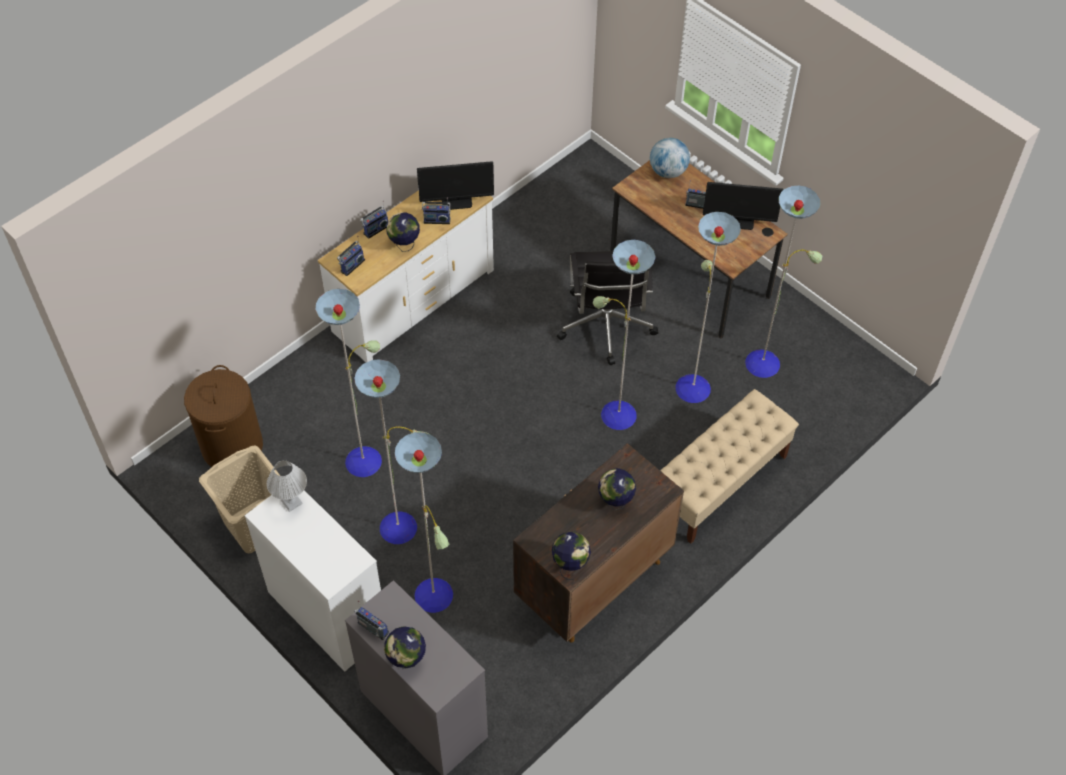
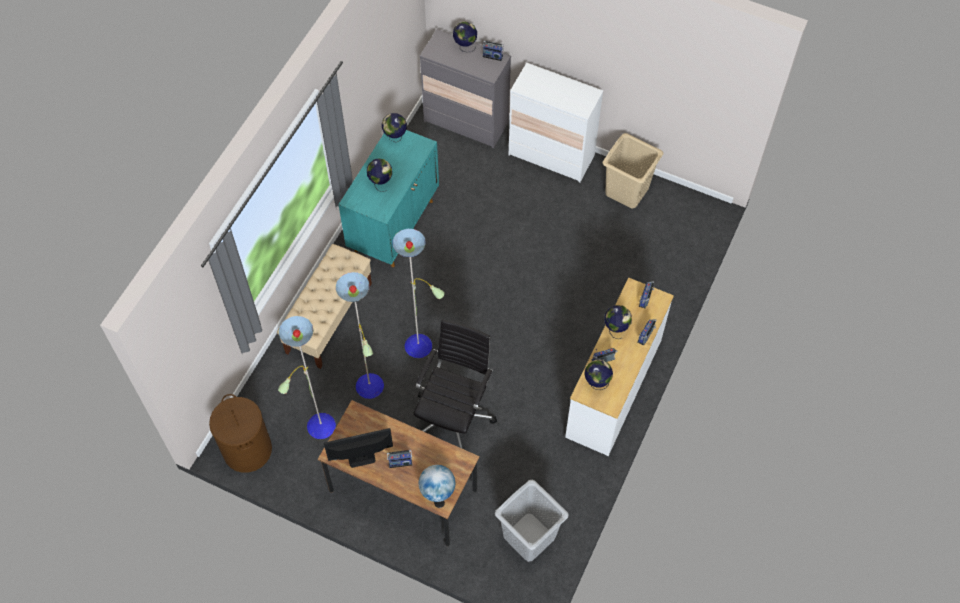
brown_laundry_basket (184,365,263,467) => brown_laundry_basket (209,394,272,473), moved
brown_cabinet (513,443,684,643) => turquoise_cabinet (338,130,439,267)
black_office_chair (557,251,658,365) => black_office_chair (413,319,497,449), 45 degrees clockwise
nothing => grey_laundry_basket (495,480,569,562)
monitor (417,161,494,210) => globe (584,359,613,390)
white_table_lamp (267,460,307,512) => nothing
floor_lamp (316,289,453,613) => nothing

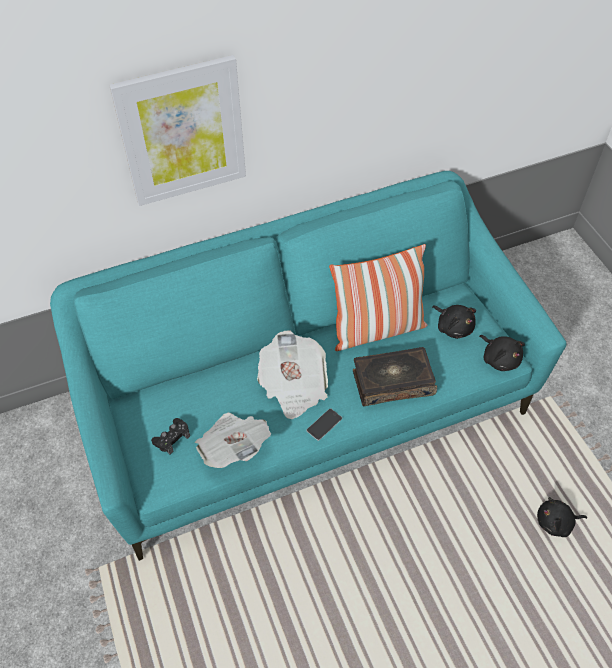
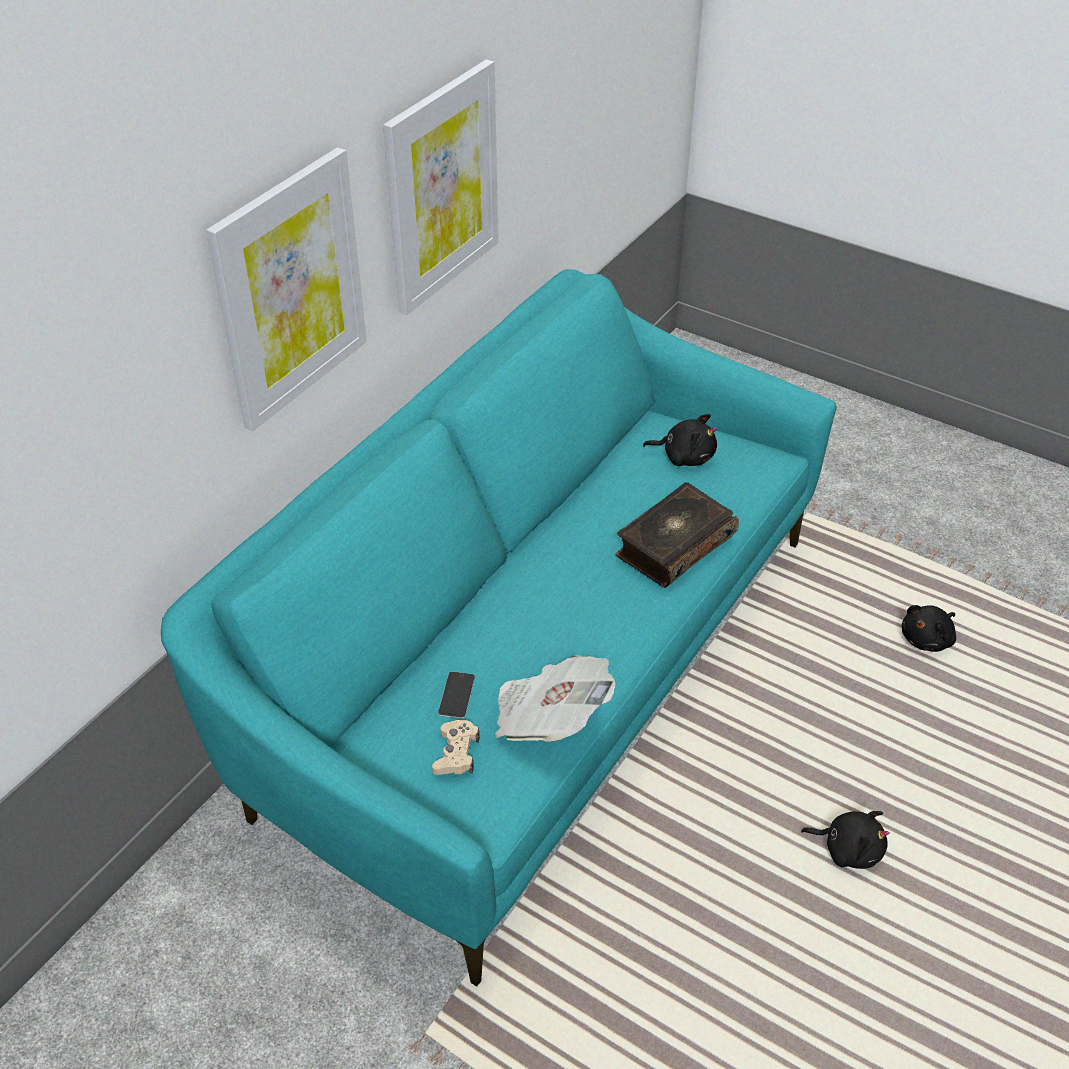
nothing => picture (383,59,498,315)
black_game_controller (151,418,190,454) => beige_game_controller (432,720,479,775)
phone (306,408,342,441) => phone (438,671,475,719), moved
black_plush_toy (479,335,525,371) => black_plush_toy (801,811,890,869), moved
newspaper (257,330,328,419) => nothing
pillow (329,244,427,351) => nothing

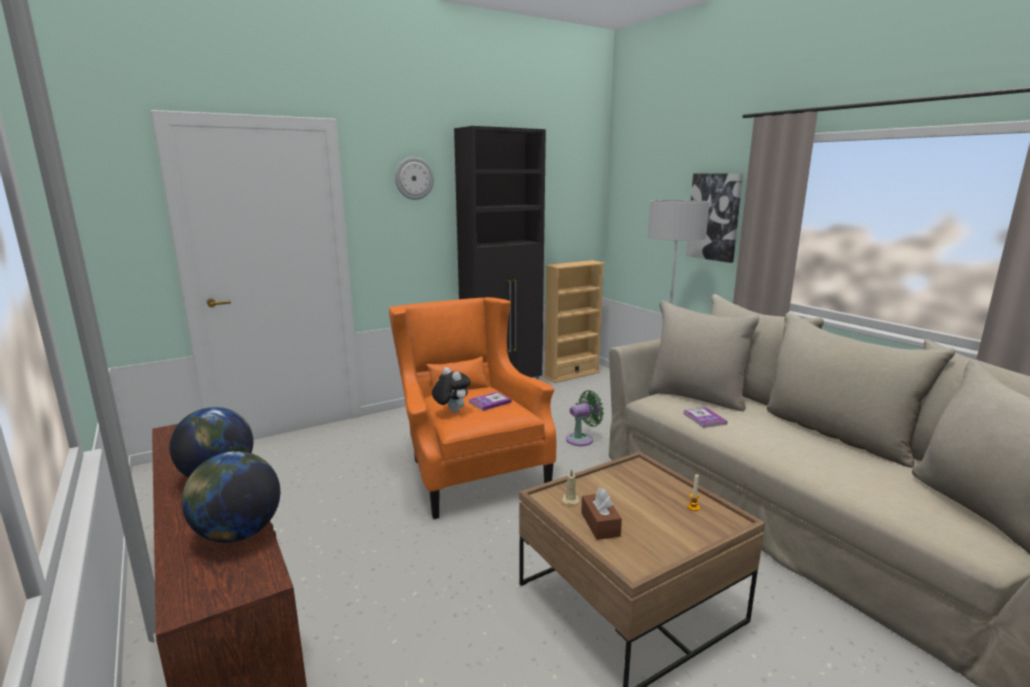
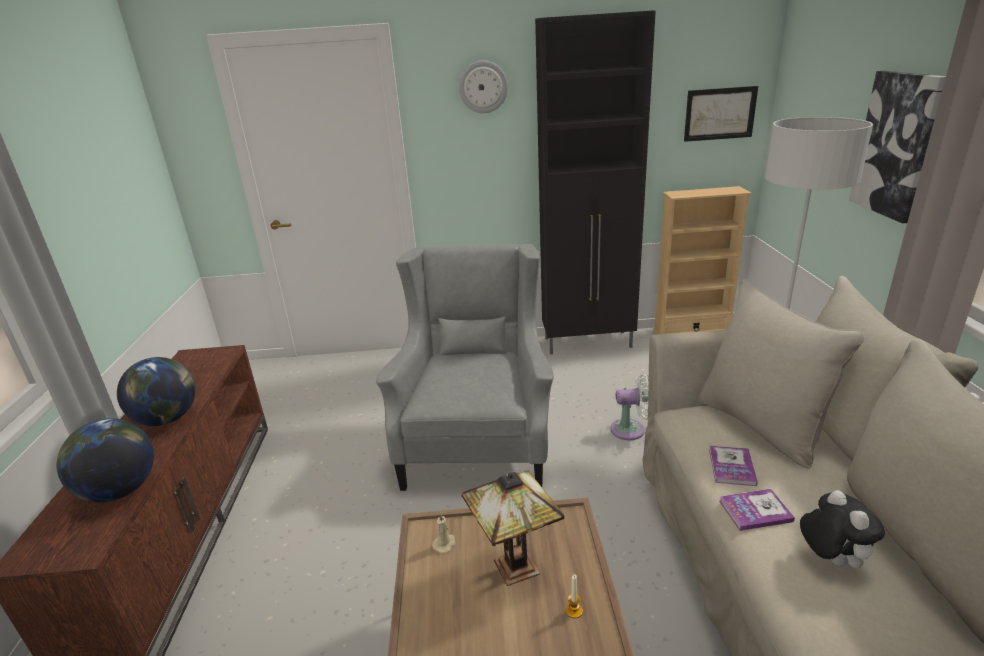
orange_armchair (389,297,556,519) => grey_armchair (376,244,554,491)
nothing => table_lamp (462,470,564,586)
green_fan (566,390,604,446) => white_fan (611,373,649,440)
nothing => picture (684,86,758,142)
book (469,392,512,411) => book (719,489,795,531), moved
plush_toy (432,367,471,412) => plush_toy (800,490,885,568), moved
brown_tissue_box (581,487,622,540) => nothing

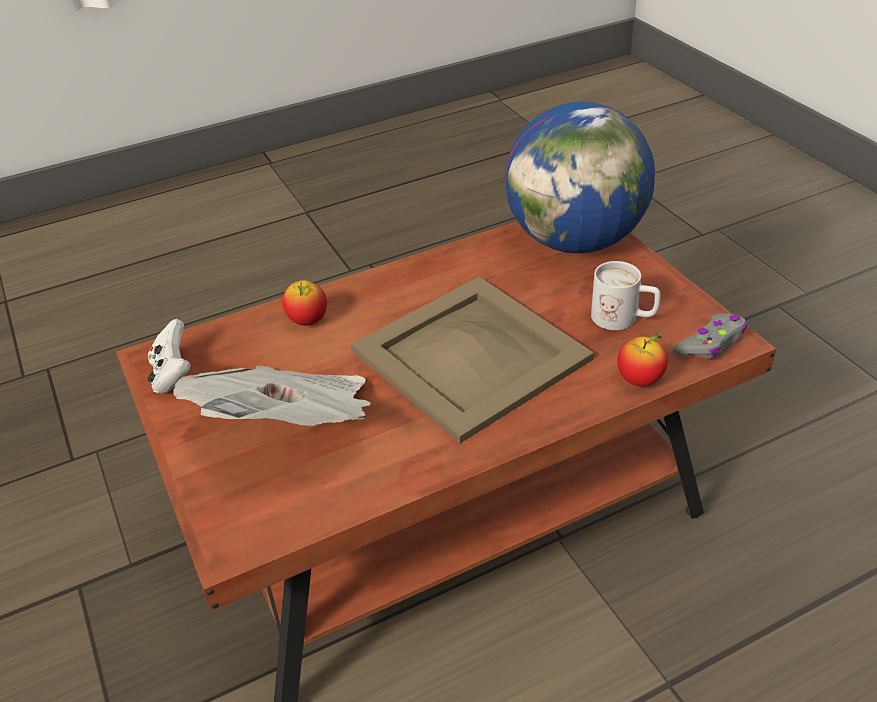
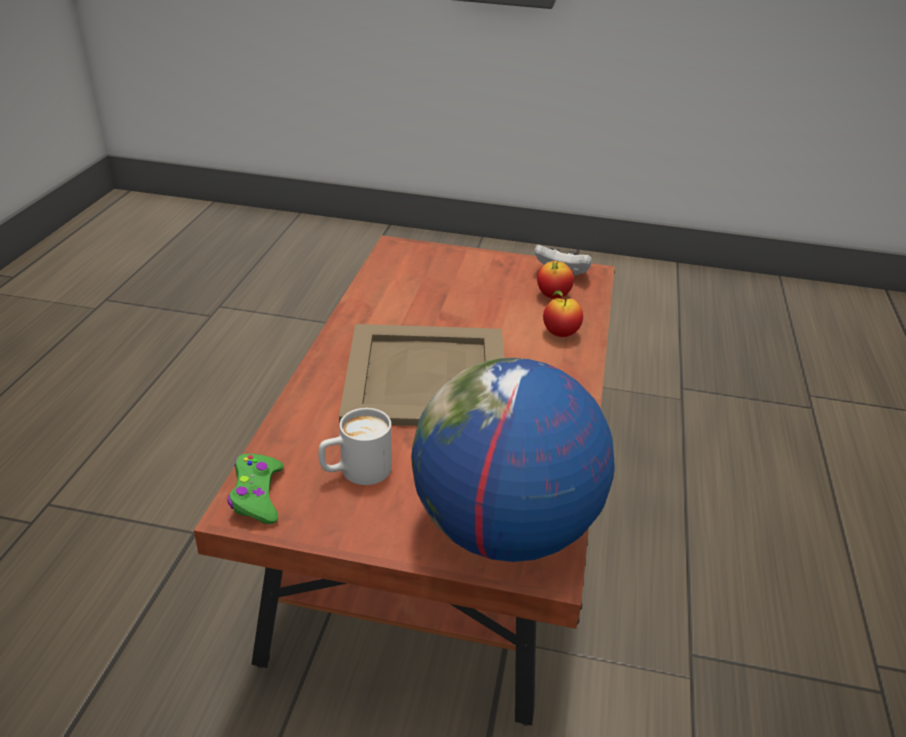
grey_game_controller (673,313,747,358) => green_game_controller (228,454,284,524)
apple (617,333,668,387) => apple (537,261,574,299), moved
newspaper (173,366,371,426) => nothing

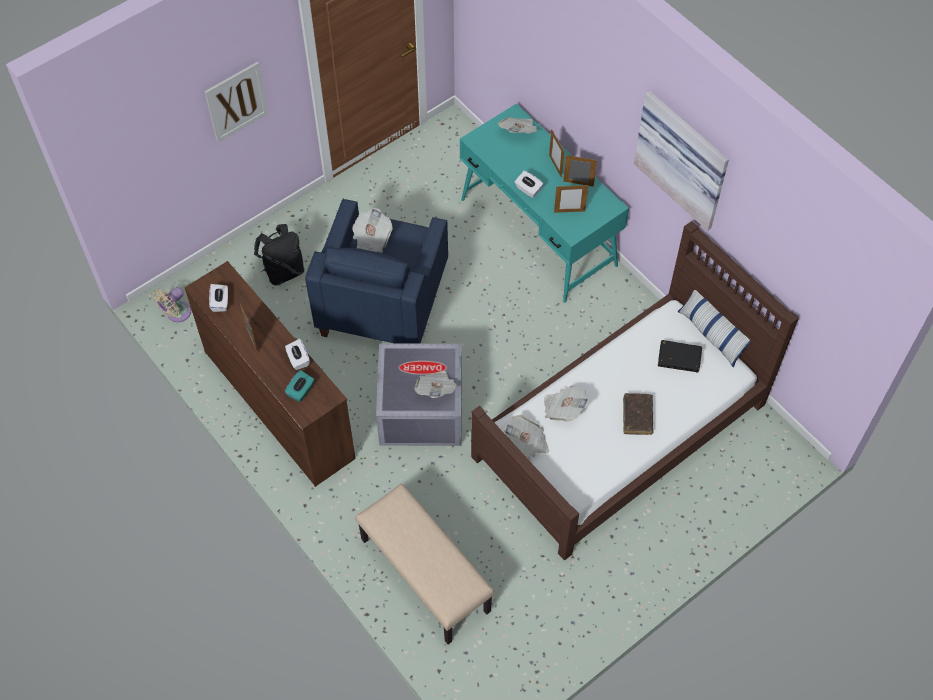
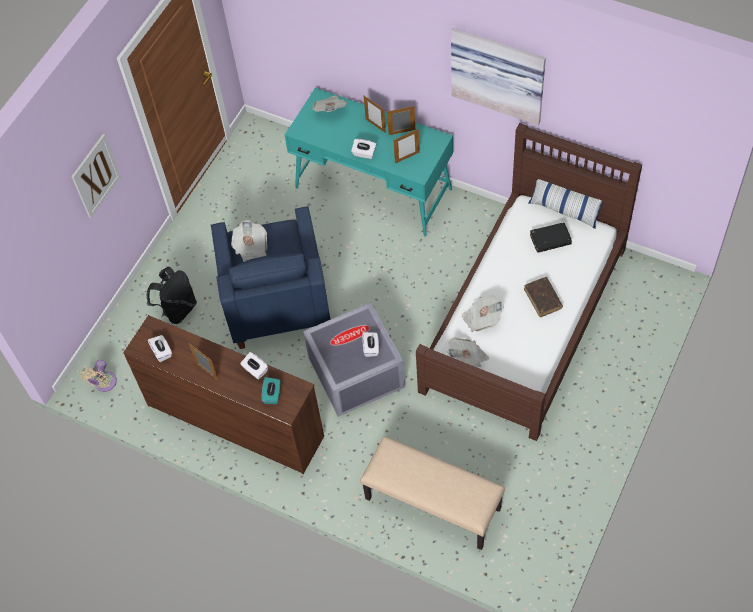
newspaper (414,371,458,398) => white_tissue_box (362,332,379,357)

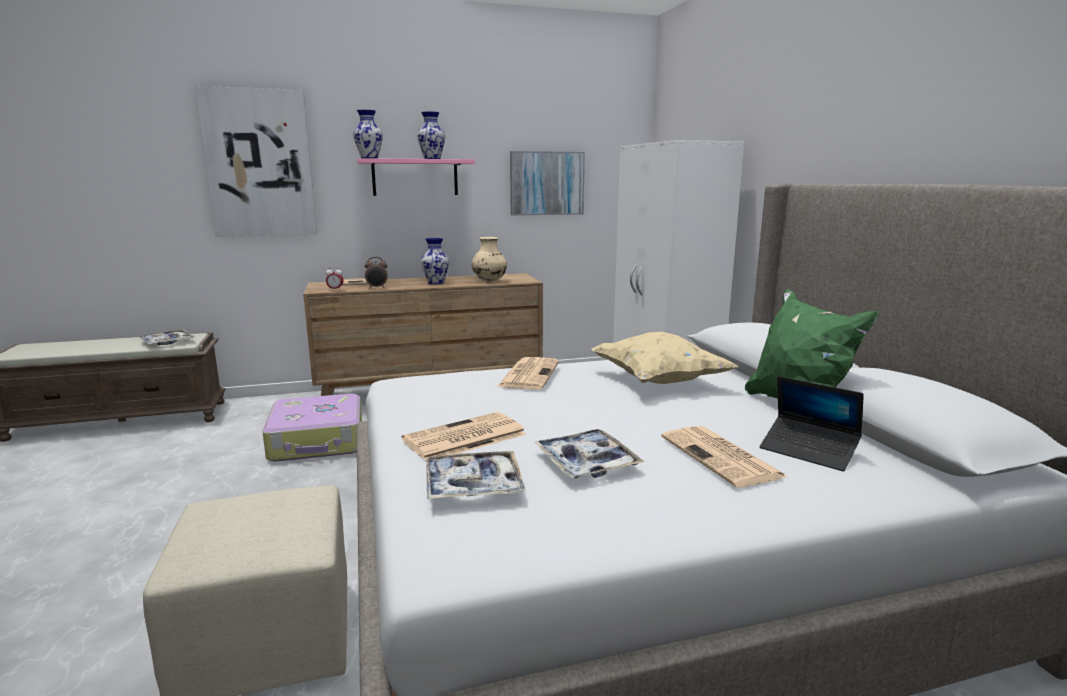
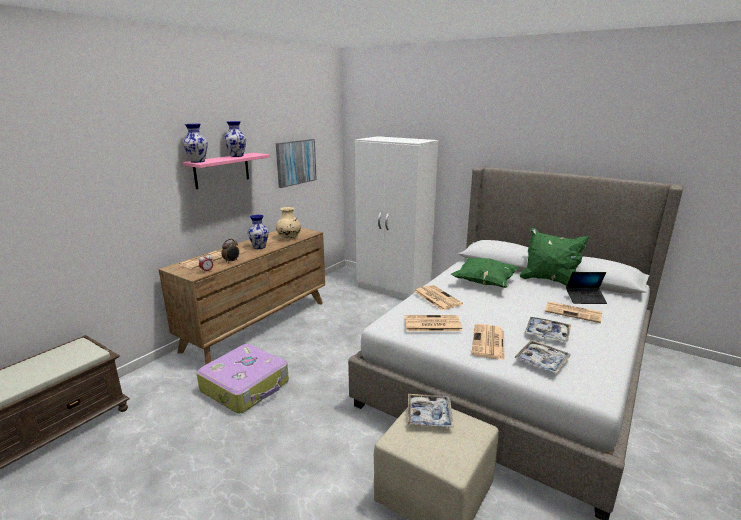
nothing => newspaper (405,315,462,331)
tray (138,330,195,345) => tray (408,394,454,428), moved
beige_pillow (591,332,738,384) => green_pillow (451,258,520,288)
picture (195,86,317,237) => nothing

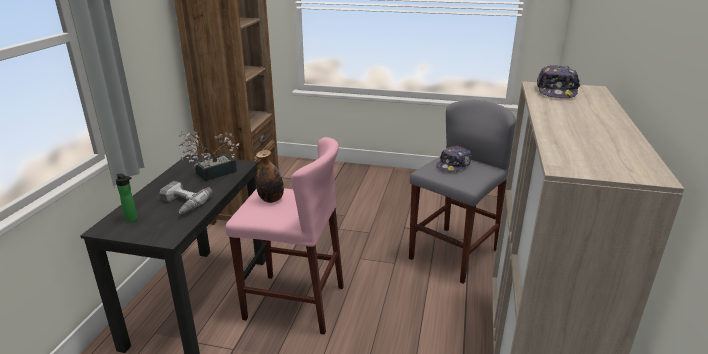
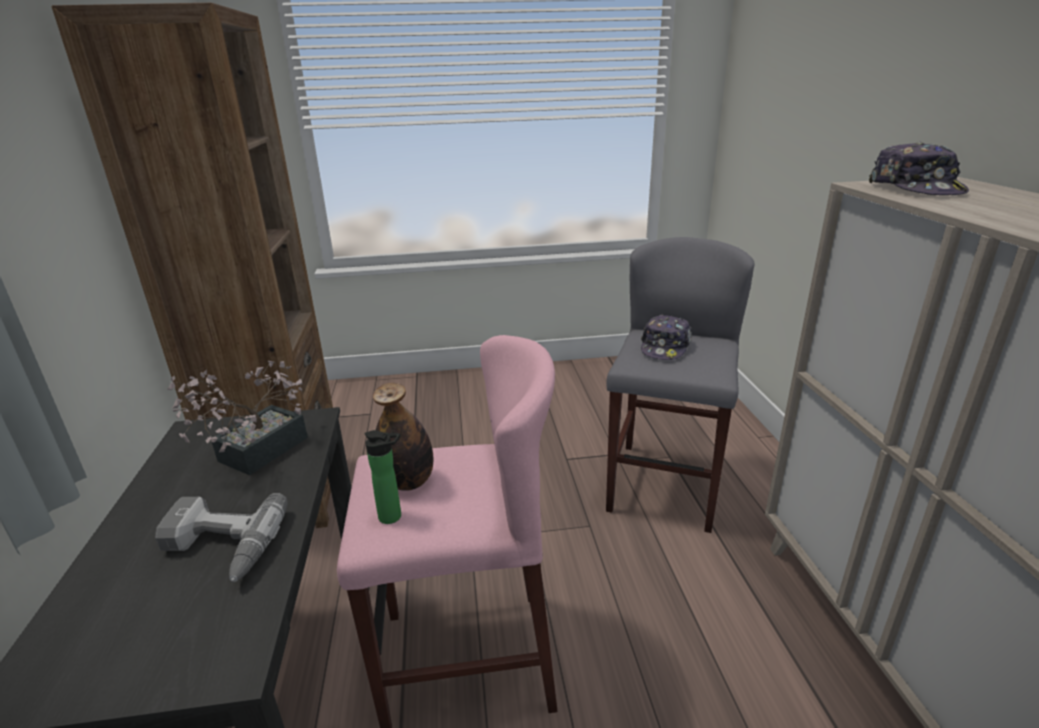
bottle (116,174,138,222) => bottle (364,430,401,524), moved

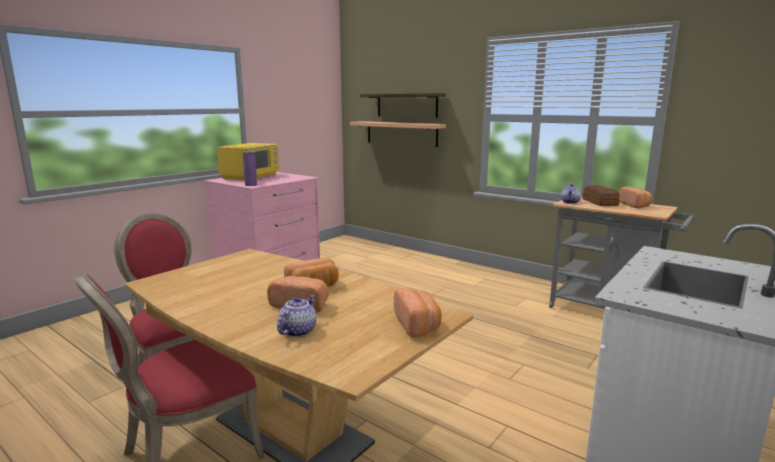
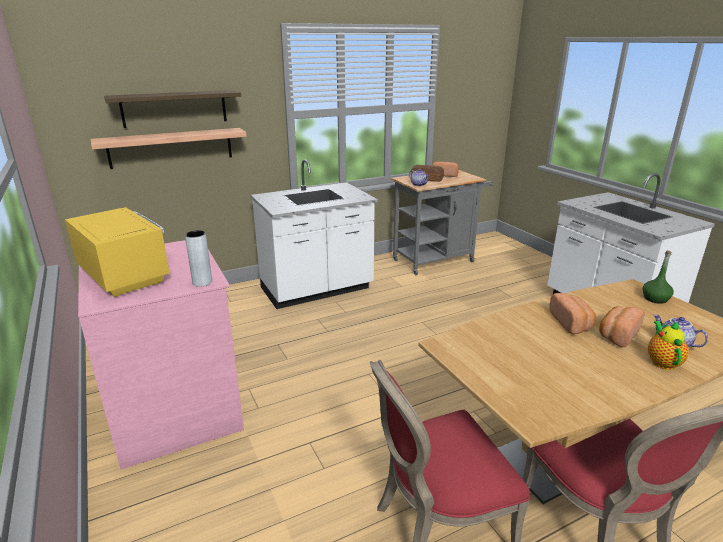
purple_vase (243,152,257,186) => grey_vase (185,230,212,287)
nothing => white_counter (251,159,378,309)
bread (394,288,442,337) => green_bottle (642,250,674,304)
nothing => teapot (648,321,689,370)

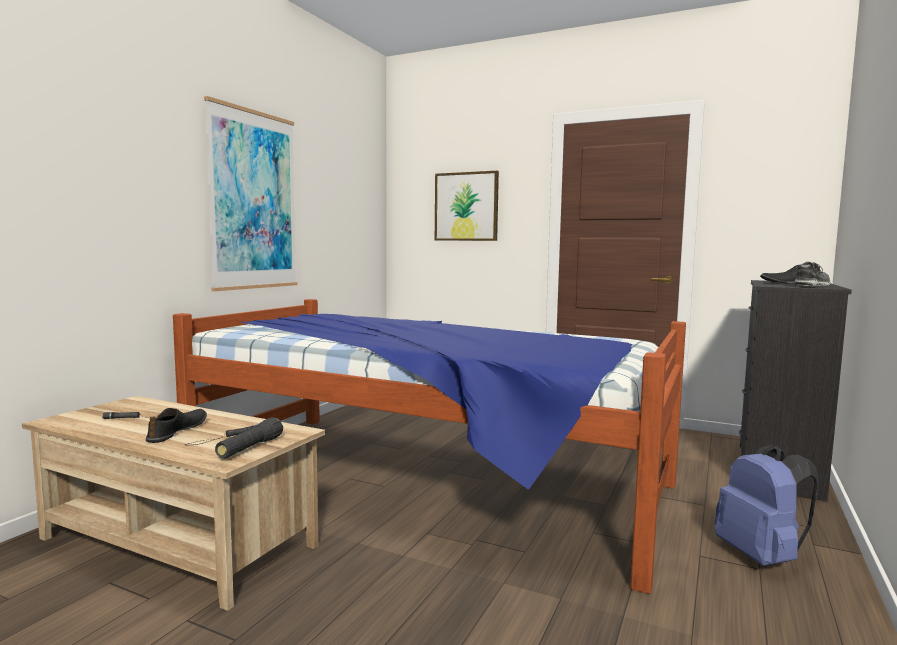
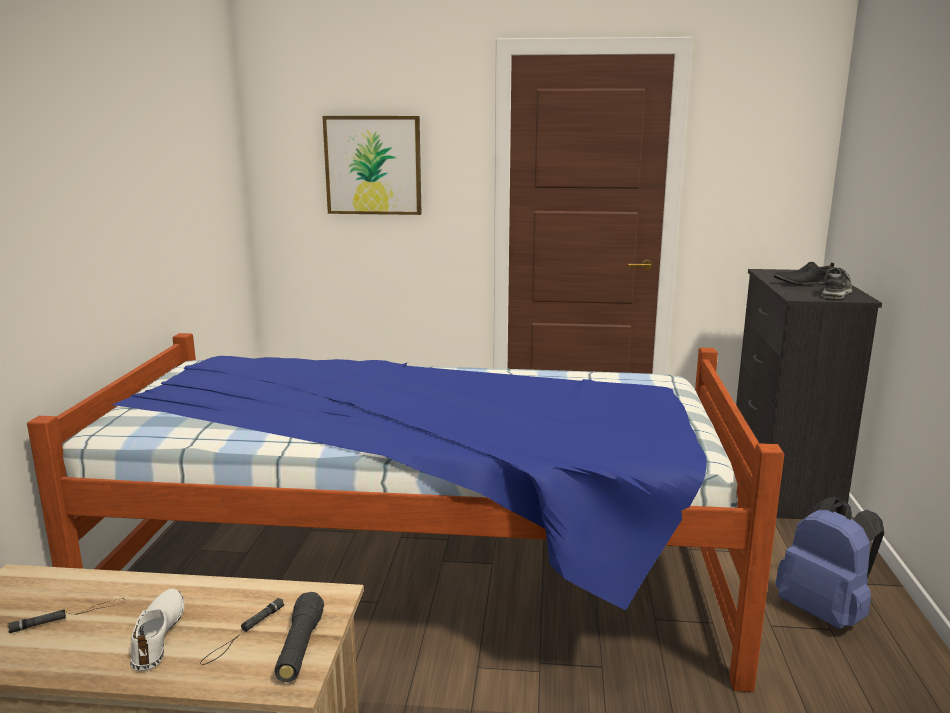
black_shoe (146,408,207,443) => white_shoe (130,589,184,671)
picture (204,96,298,291) => nothing

